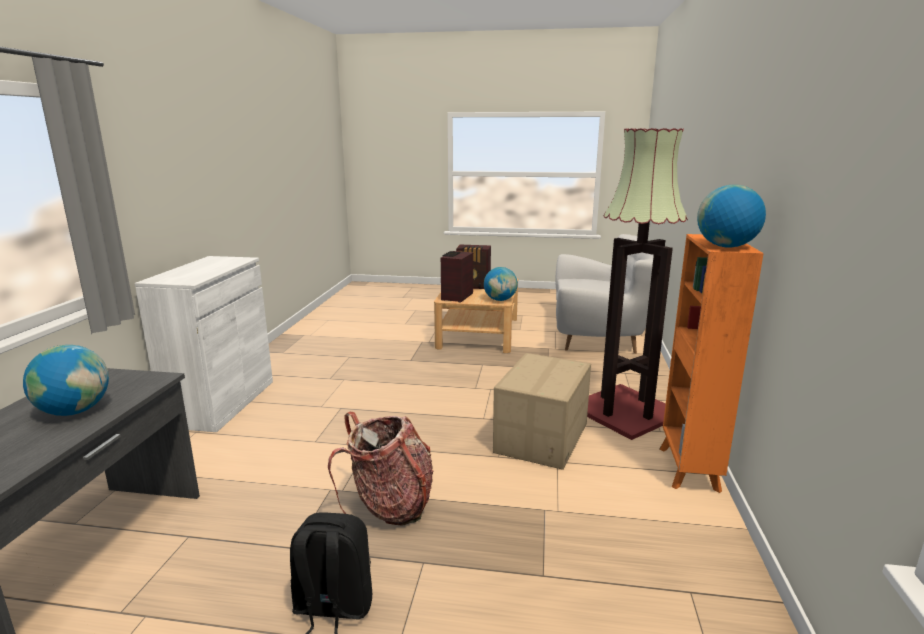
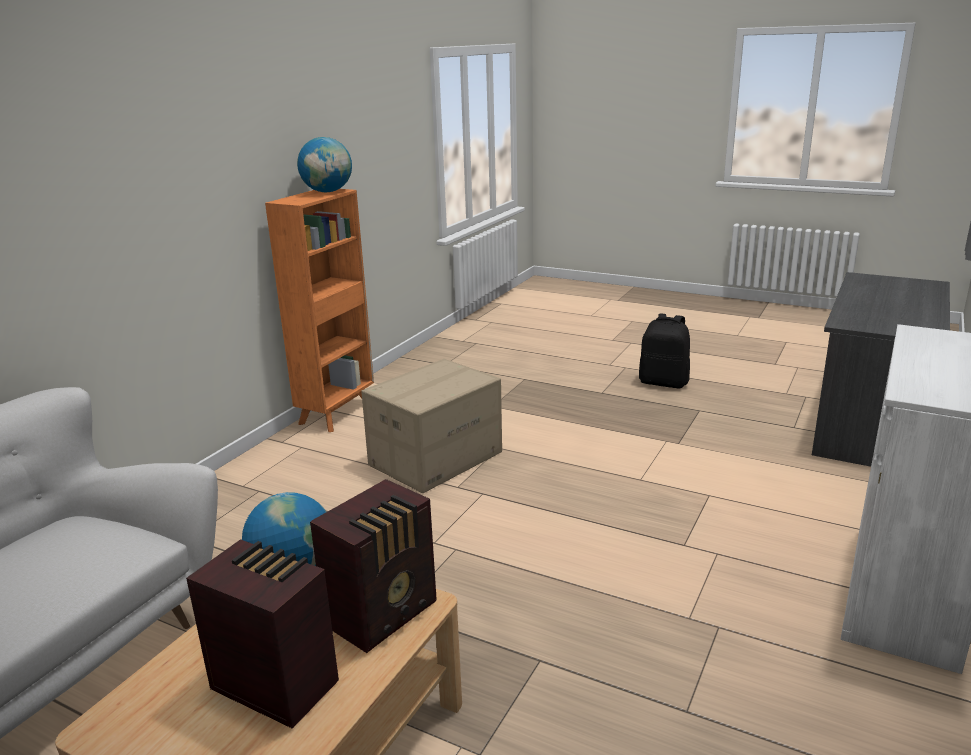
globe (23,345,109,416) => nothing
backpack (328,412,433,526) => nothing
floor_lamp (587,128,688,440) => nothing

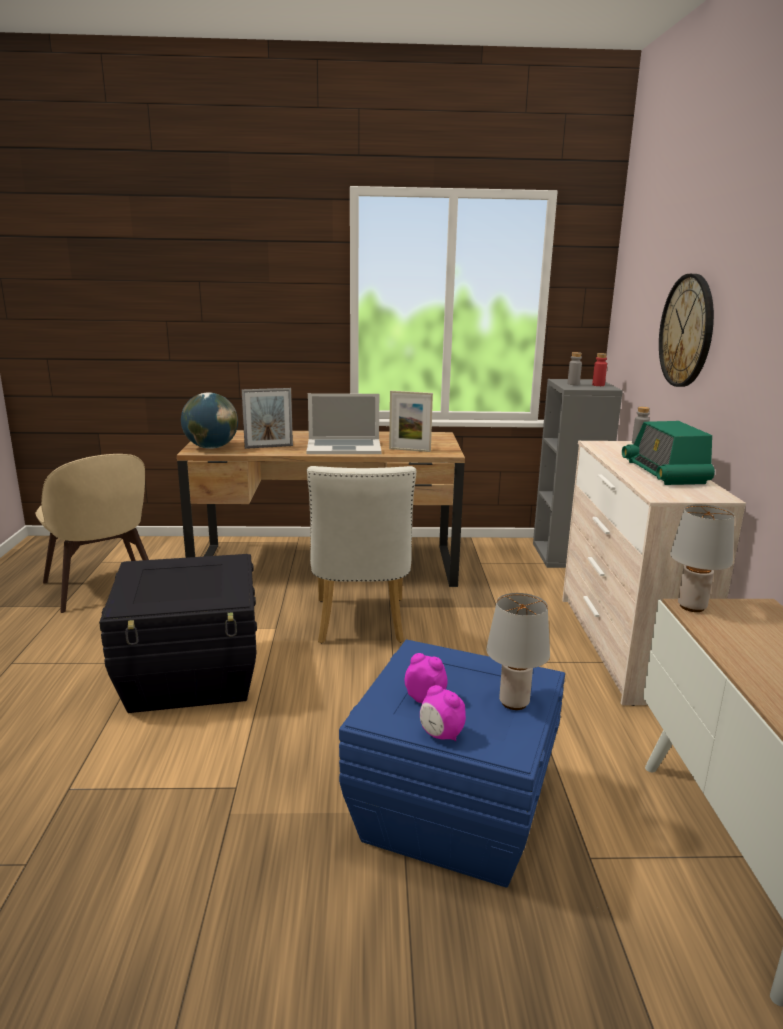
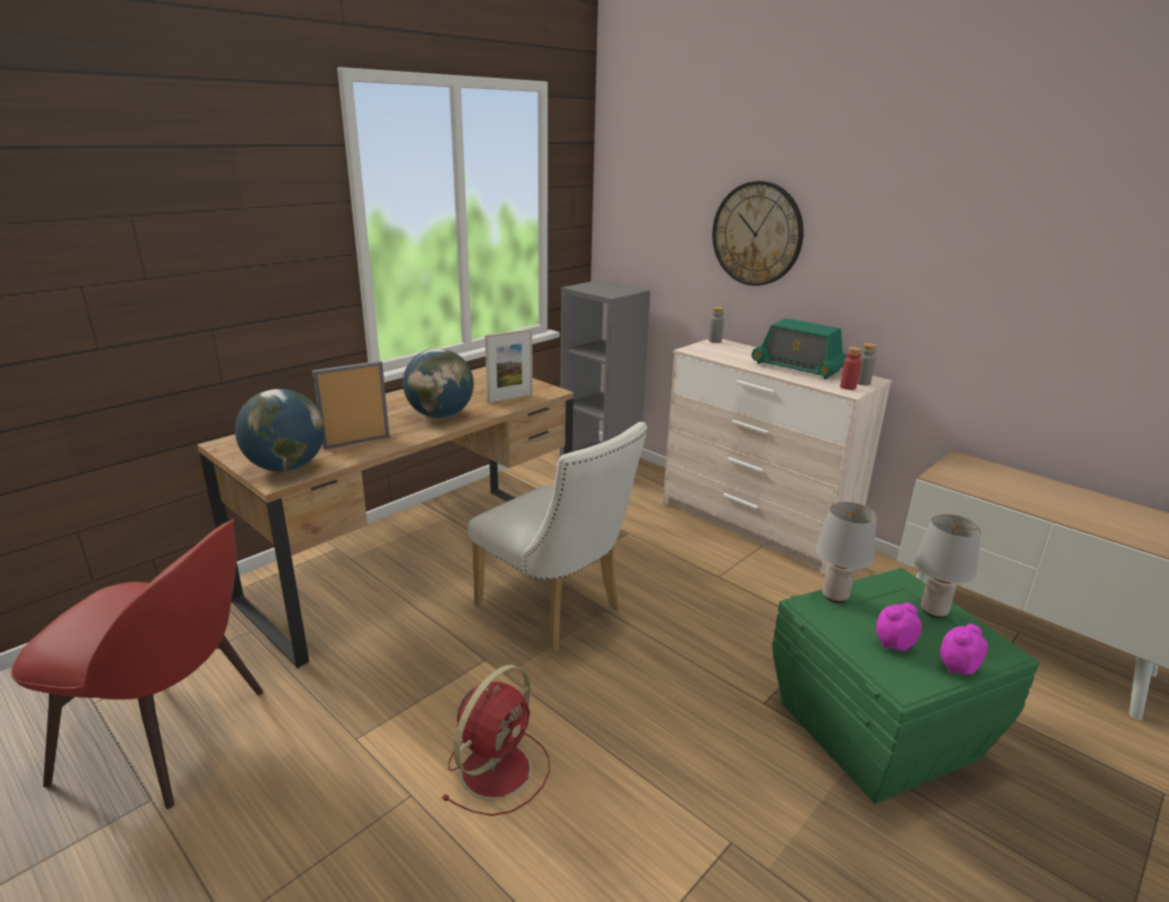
beige_chair (35,454,149,613) => red_chair (11,519,264,809)
picture_frame (242,388,293,449) => picture_frame (312,361,390,449), 150 degrees counterclockwise
laptop (307,393,382,454) => globe (403,348,474,418)
black_storage_box (99,554,257,713) => red_fan (442,665,550,816)
blue_storage_box (339,640,565,888) => green_storage_box (772,568,1040,804)
grey_table_lamp (670,504,735,612) => grey_table_lamp (816,502,877,603), moved
red_bottle (592,353,607,386) => red_bottle (840,347,862,390), moved
grey_bottle (568,352,582,385) => grey_bottle (857,343,877,385), moved
alarm_clock (420,685,466,741) => alarm_clock (940,624,988,675), 150 degrees clockwise

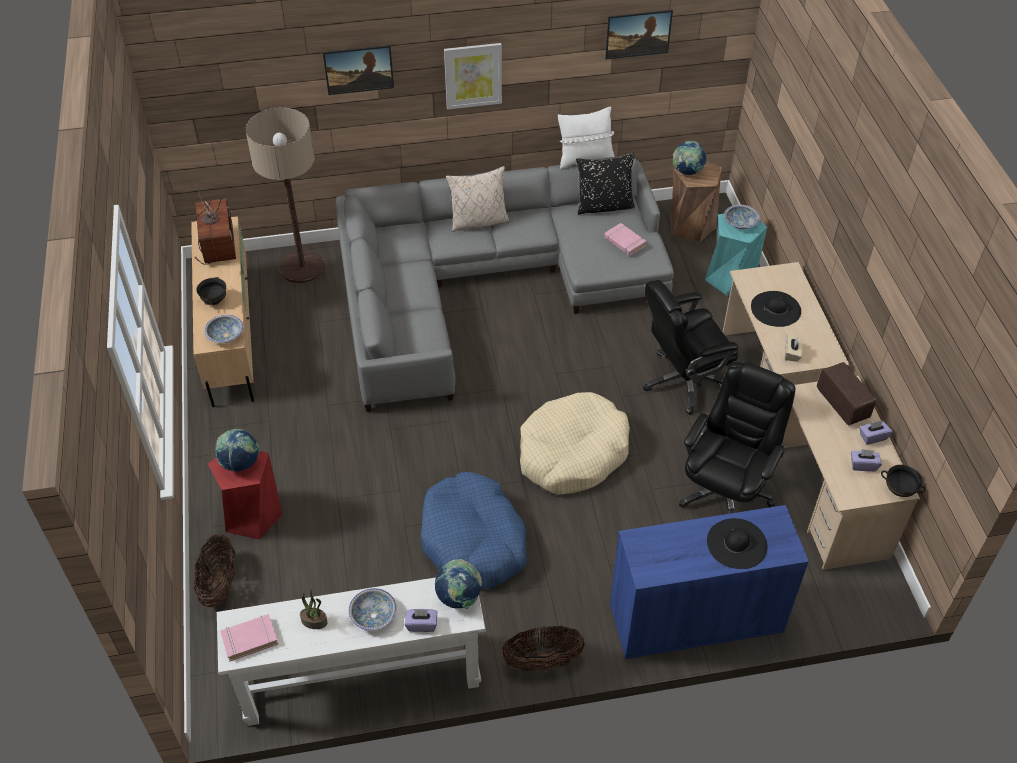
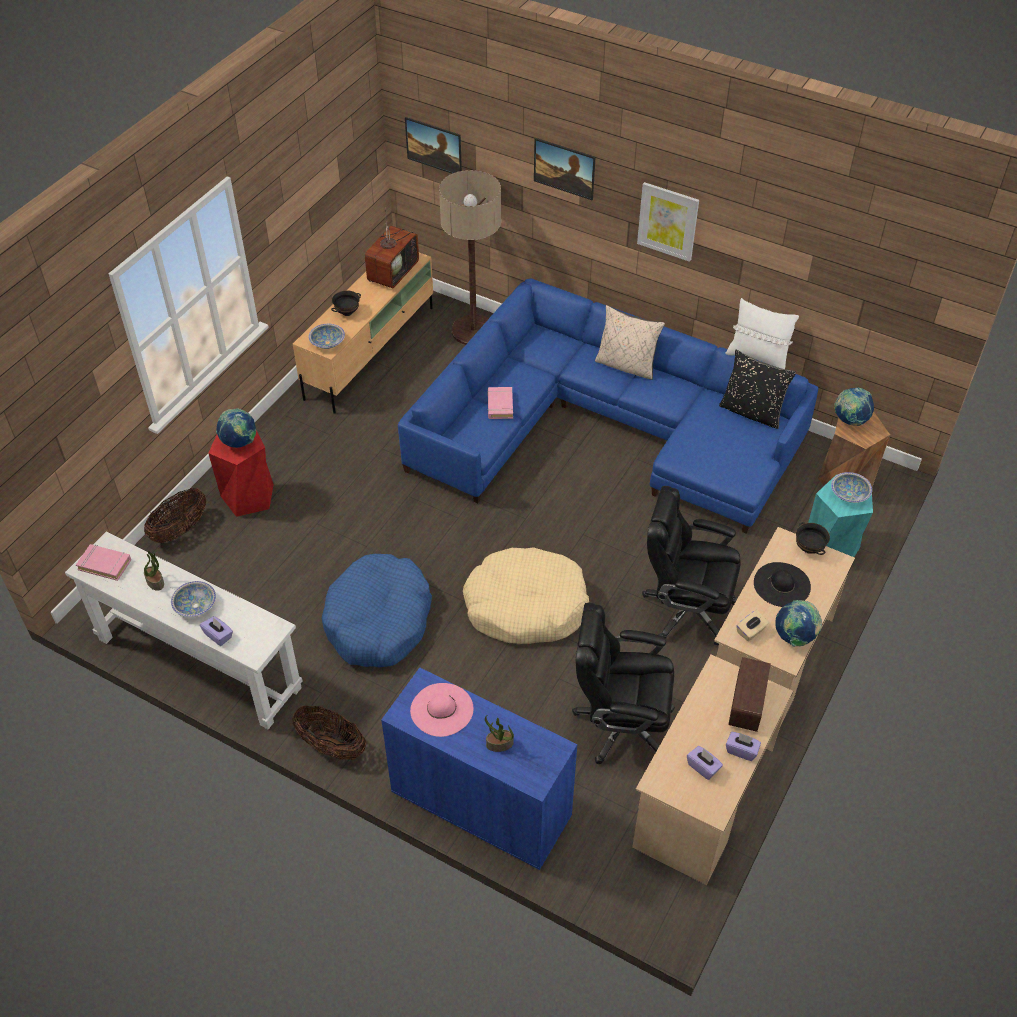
grey_sofa (336,158,674,412) => blue_sofa (398,279,818,534)
picture (605,10,673,59) => picture (405,117,462,174), moved
nothing => pink_hat (410,683,473,737)
black_hat (707,518,768,569) => potted_plant (485,715,514,752)
pink_book (604,223,646,256) => pink_book (487,387,513,419), moved
black_office_chair (679,361,795,514) => black_office_chair (572,603,675,764), 150 degrees counterclockwise
globe (435,559,482,609) => globe (775,600,822,647), moved
black_bowl (881,465,926,497) => black_bowl (796,522,830,555), moved

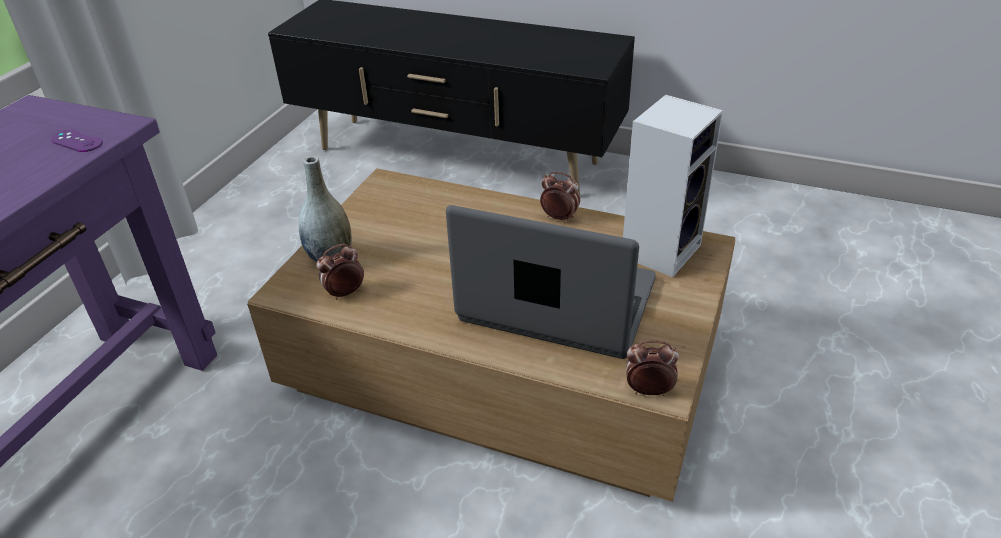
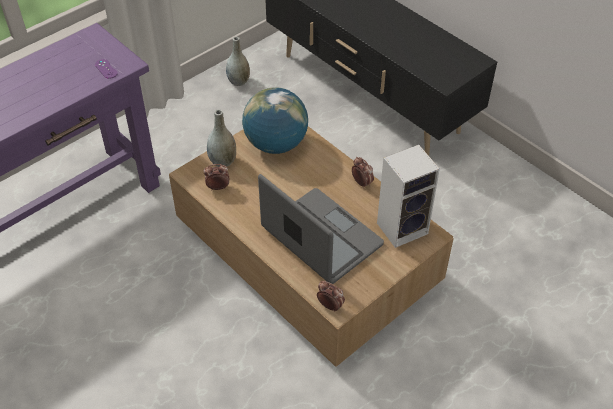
nothing => grey_vase (226,37,250,86)
nothing => globe (242,87,308,154)

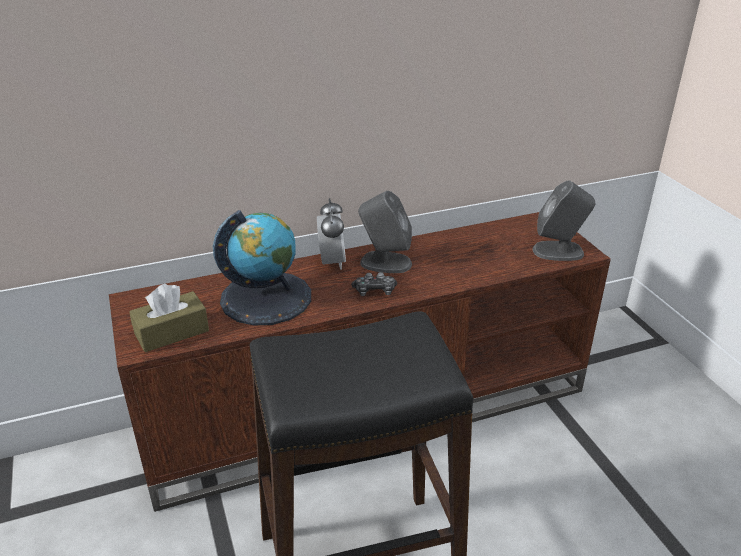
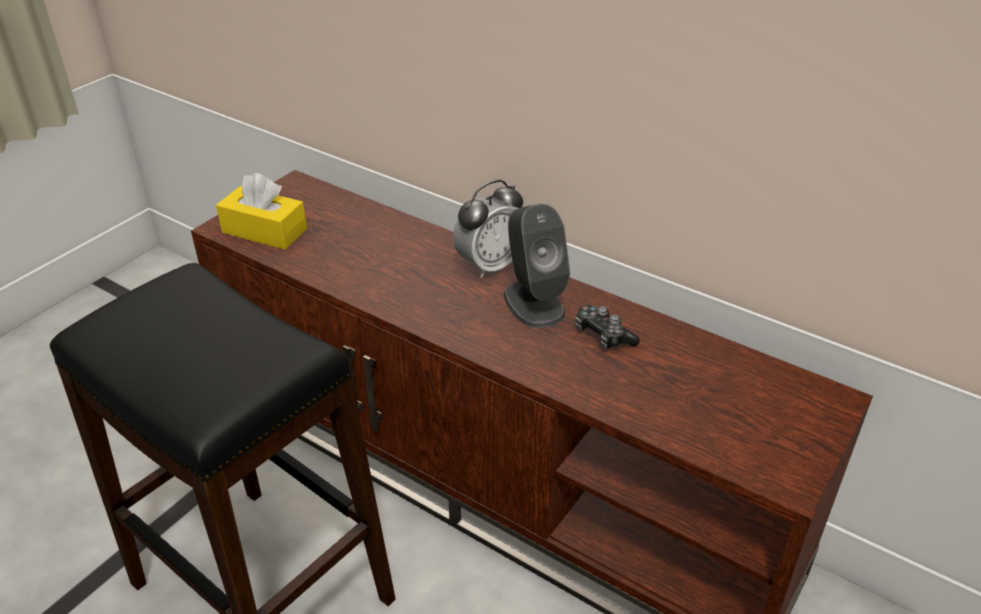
brown_tissue_box (129,284,209,352) => yellow_tissue_box (216,173,307,250)
game_controller (351,272,397,296) => game_controller (575,305,640,349), moved
globe (213,210,311,326) => nothing
grey_speaker (533,180,595,261) => nothing

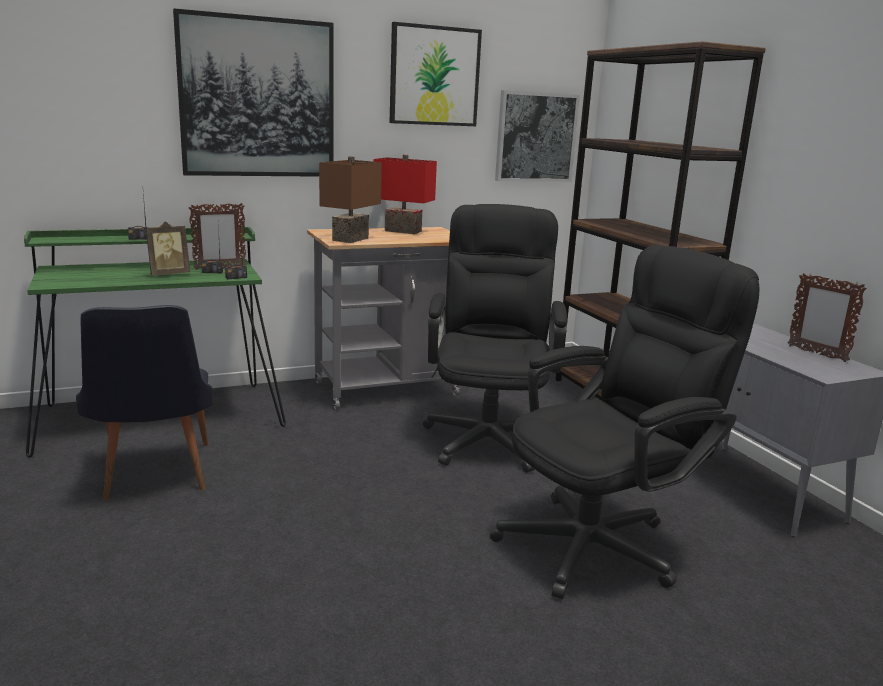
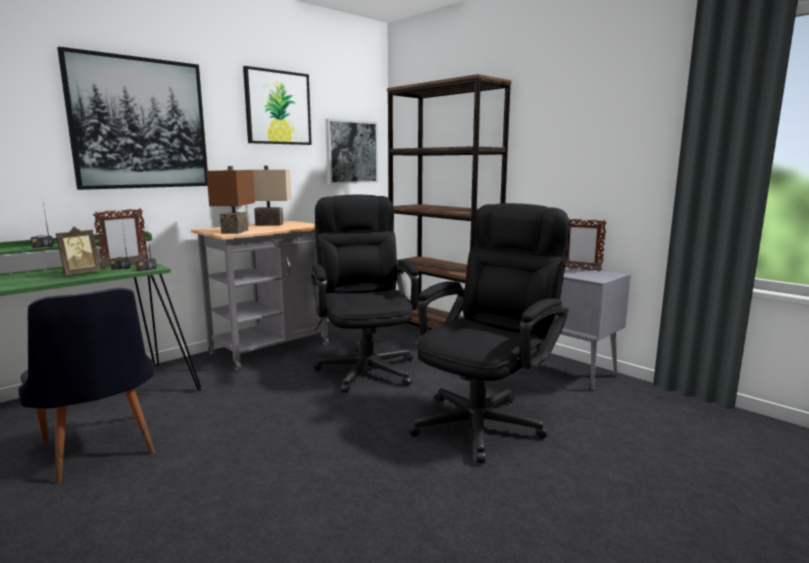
red_table_lamp (373,154,437,234) => beige_table_lamp (253,166,291,226)

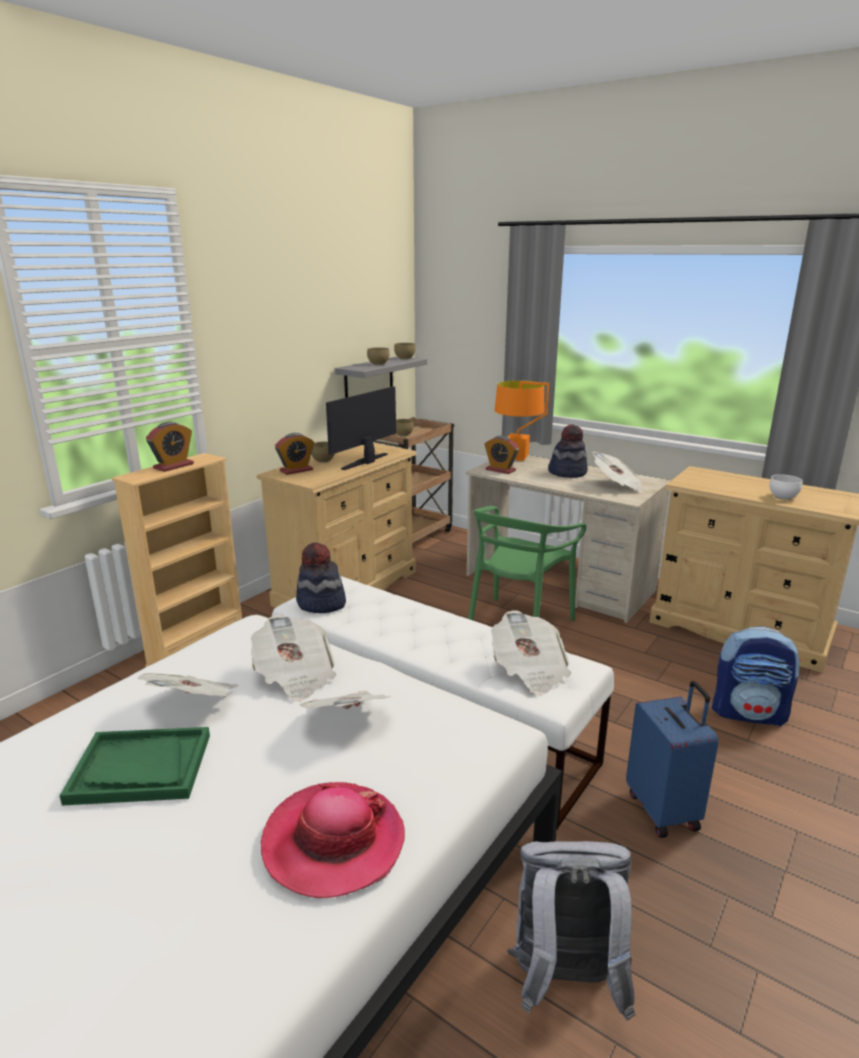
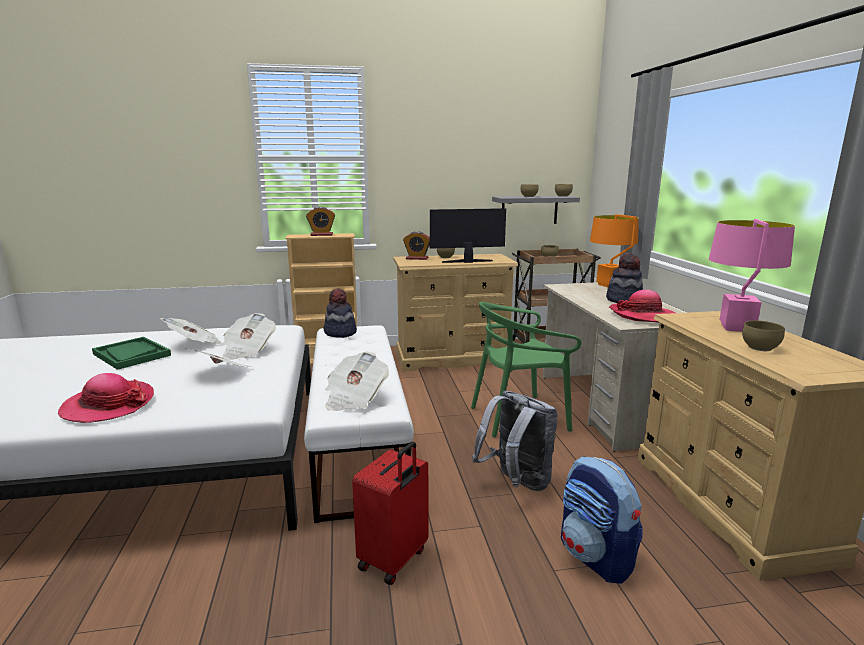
blue_suitcase (626,681,719,838) => red_suitcase (352,442,429,585)
grey_backpack (507,841,636,1021) => grey_backpack (472,391,558,491), moved
newspaper (592,452,643,493) => hat (609,289,676,323)
nothing => pink_table_lamp (709,219,795,332)
white_bowl (769,474,803,500) => brown_bowl (742,320,785,351)
alarm_clock (485,436,519,474) => nothing

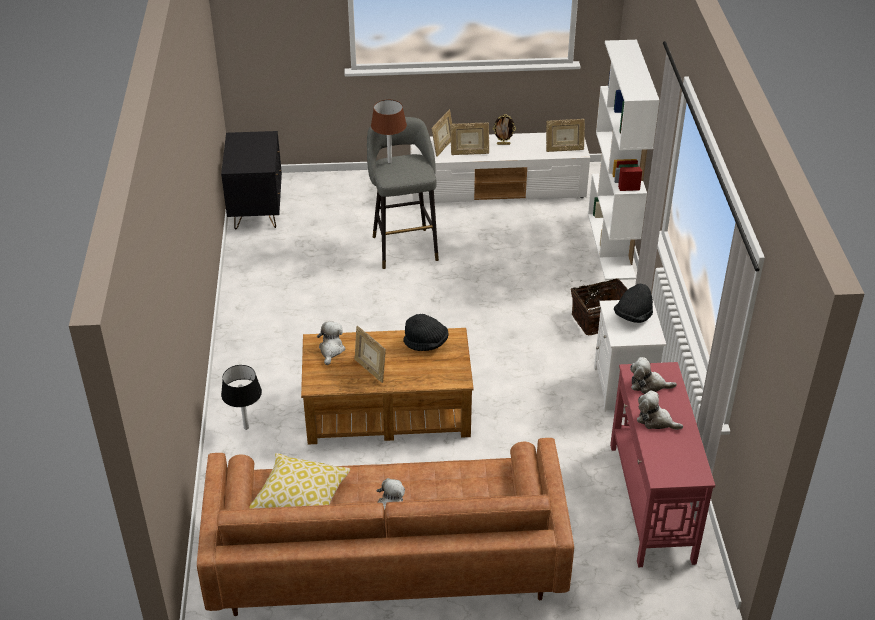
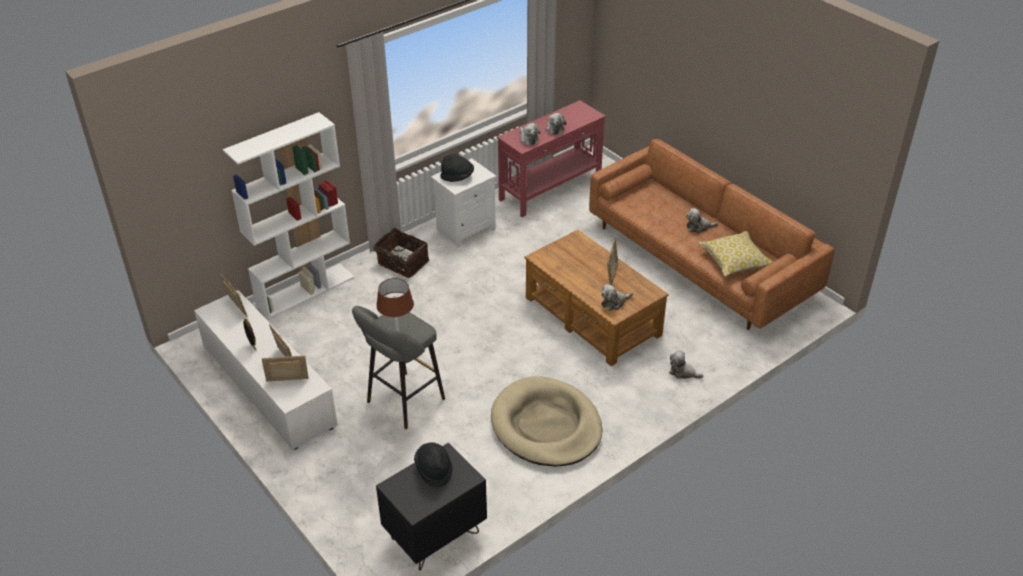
black_hat (403,314,449,351) => black_hat (414,442,453,487), moved
nothing => beige_dog_bed (491,376,602,466)
black_table_lamp (221,365,262,430) => plush_toy (669,350,704,379)

